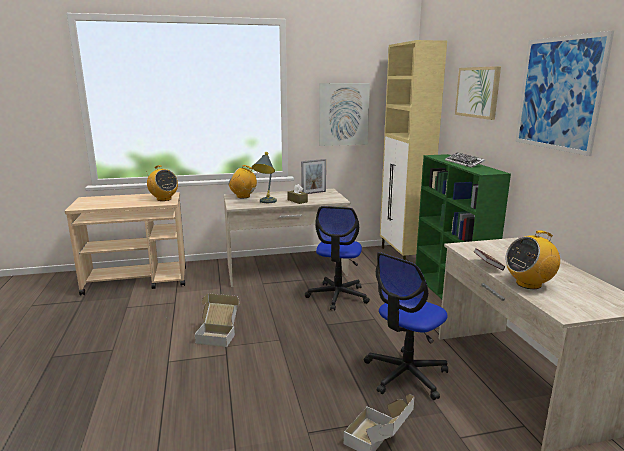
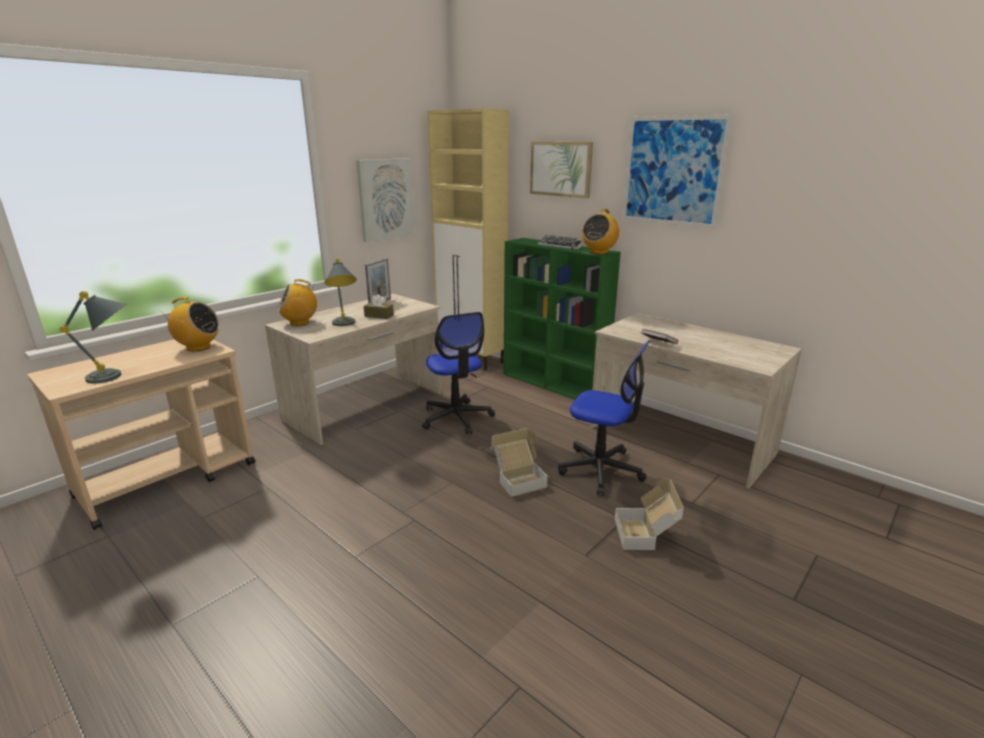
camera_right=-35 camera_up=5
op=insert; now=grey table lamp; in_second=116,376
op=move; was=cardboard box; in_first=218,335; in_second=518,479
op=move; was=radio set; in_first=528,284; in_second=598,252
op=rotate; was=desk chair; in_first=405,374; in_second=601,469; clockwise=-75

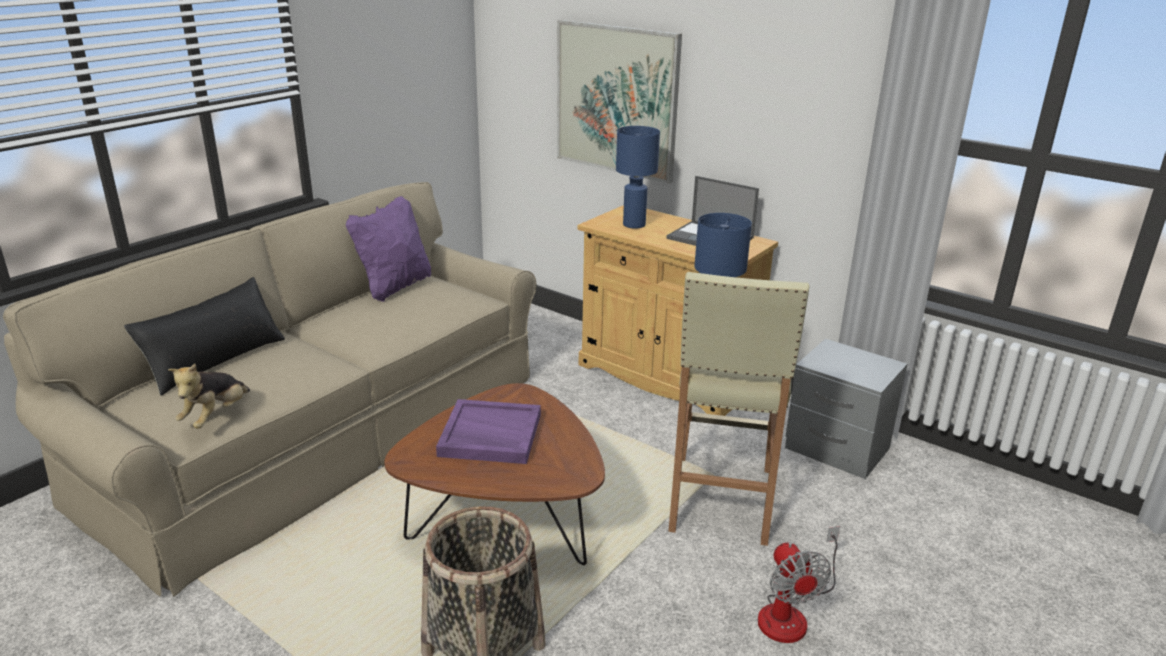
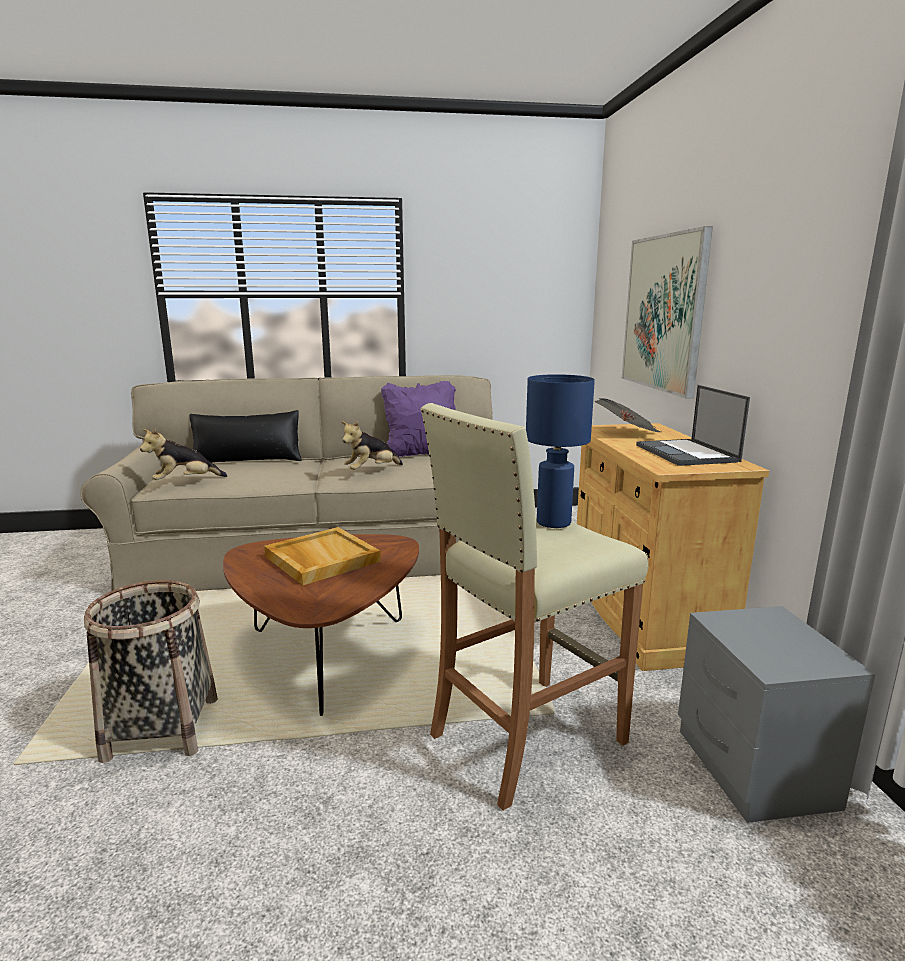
camera_right=45 camera_up=-10
op=delete; was=electric fan; in_first=791,613
op=insert; now=soft toy; in_second=371,471
op=replace; was=blue-coloured table lamp; now=printed paper; in_first=634,225; in_second=627,433
op=recolor; was=purplish carrying tray; now=beige-coloured carrying tray; in_first=489,435; in_second=321,559

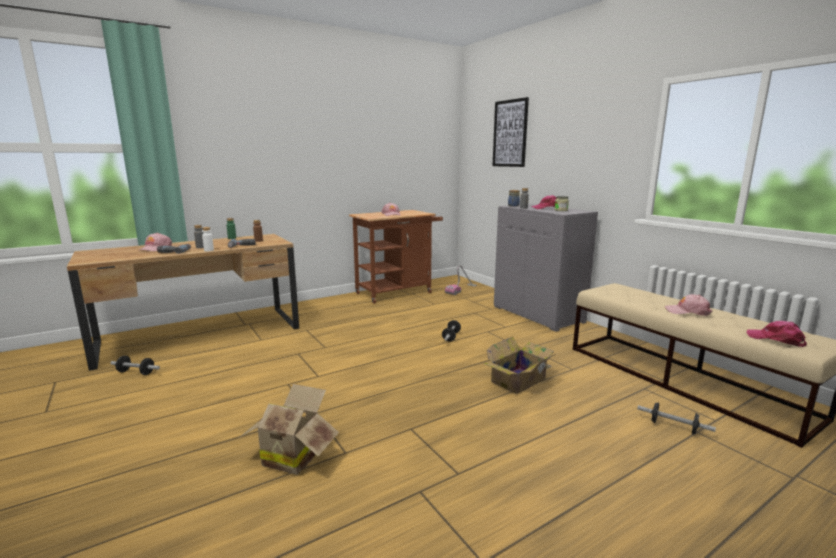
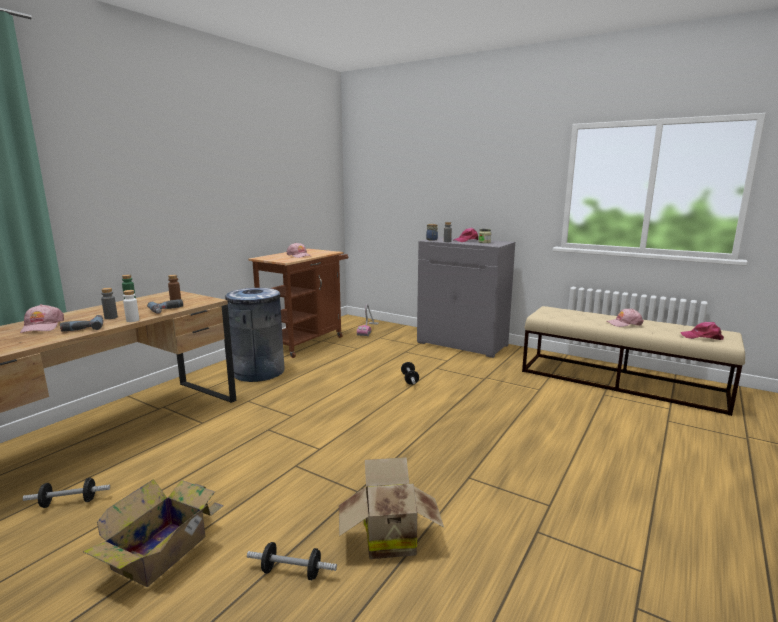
camera_right=-25 camera_up=0
op=delete; was=wall picture; in_first=510,133
op=insert; now=grey rubbish bin; in_second=258,372
op=move; was=cardboard box; in_first=520,380; in_second=164,550
op=move; was=dumbbell; in_first=673,427; in_second=292,572

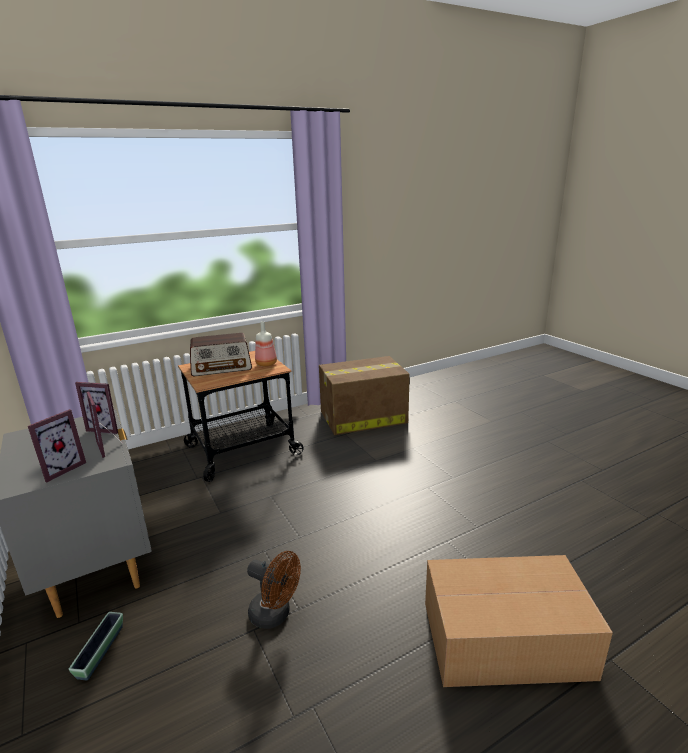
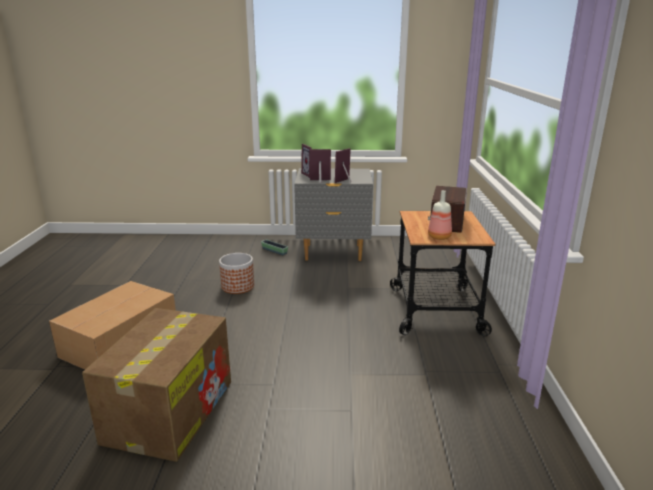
camera_right=120 camera_up=0
op=move; was=cardboard box; in_first=362,417; in_second=170,410
op=replace; was=brownish electric fan; now=plant pot; in_first=275,615; in_second=238,286

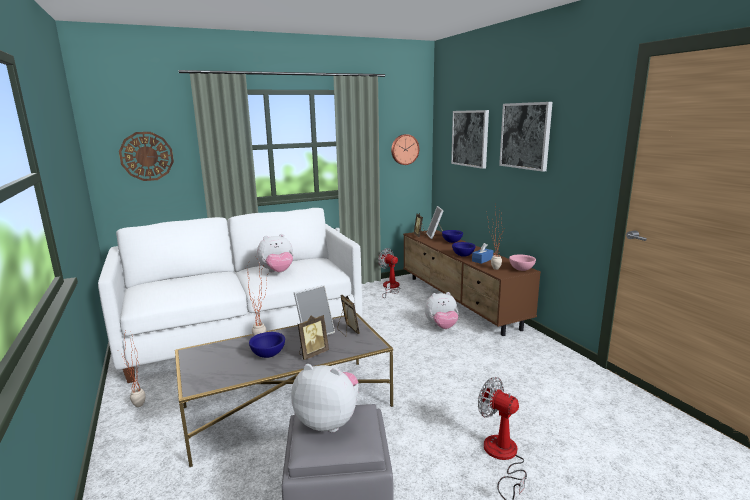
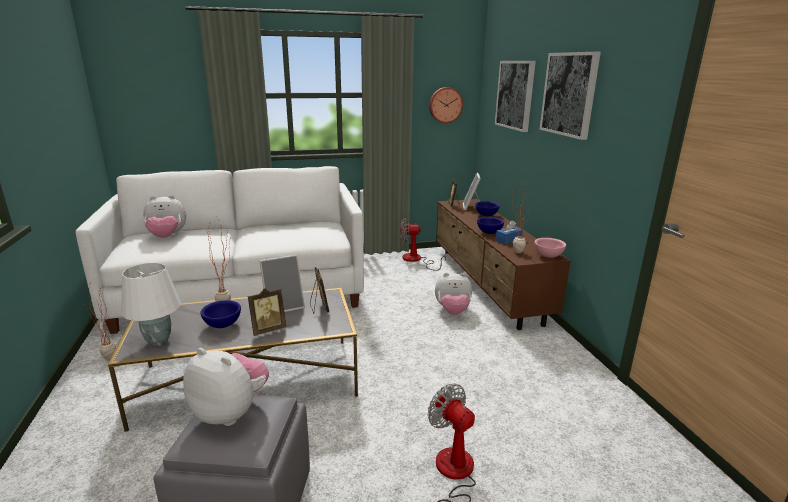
camera_right=10 camera_up=5
op=delete; was=clock on the wall; in_first=146,156
op=insert; now=whitish table lamp; in_second=158,342
op=move; was=soft toy; in_first=277,272; in_second=167,237
op=rotate; was=electric fan; in_first=390,287; in_second=416,260; clockwise=-60

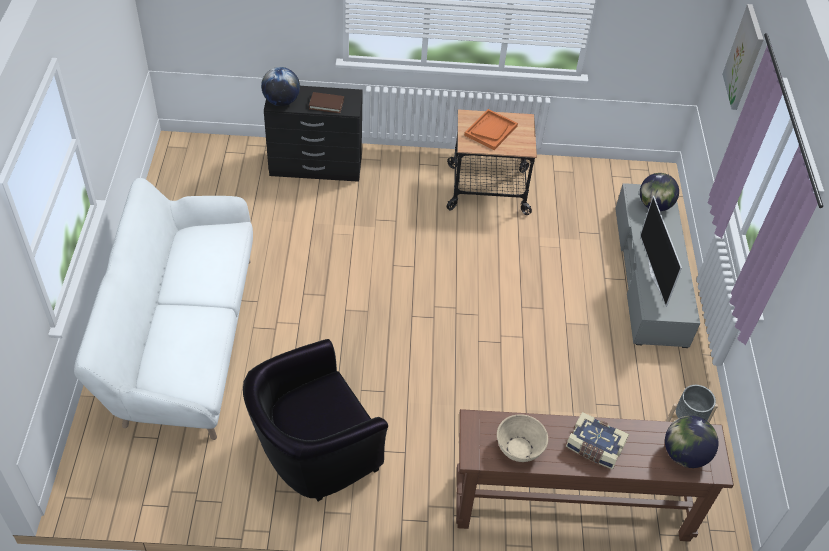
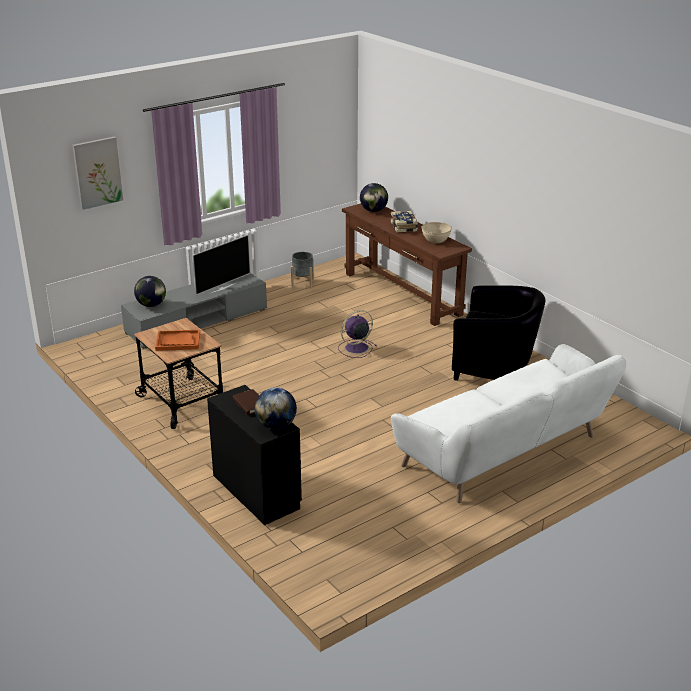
camera_right=-125 camera_up=-20
op=insert; now=purplish electric fan; in_second=355,348

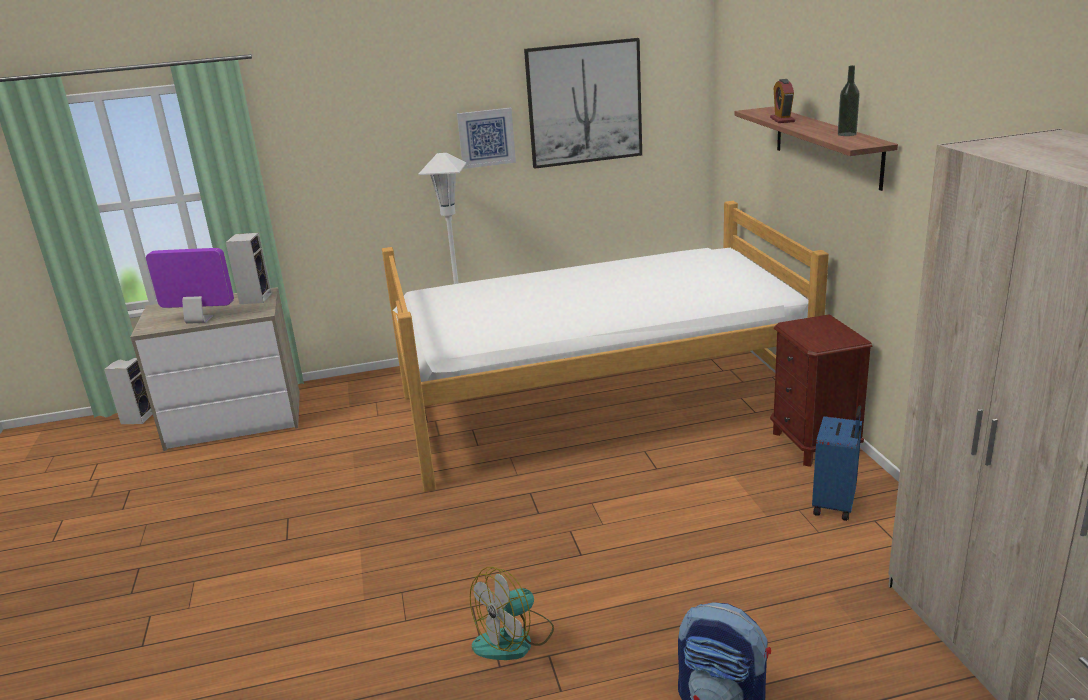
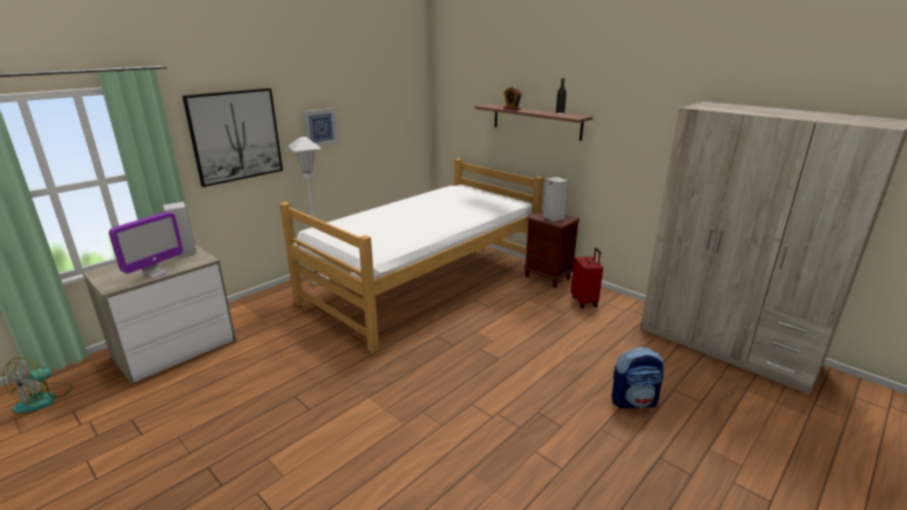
camera_right=-35 camera_up=0
op=move; was=speaker; in_first=138,417; in_second=552,217
op=move; was=electric fan; in_first=514,639; in_second=44,399
op=move; was=wall picture; in_first=584,103; in_second=236,136
op=recolor; was=blue-coloured travel case; now=red-coloured travel case; in_first=835,505; in_second=584,301
op=rotate; was=computer display; in_first=199,320; in_second=155,273; clockwise=150

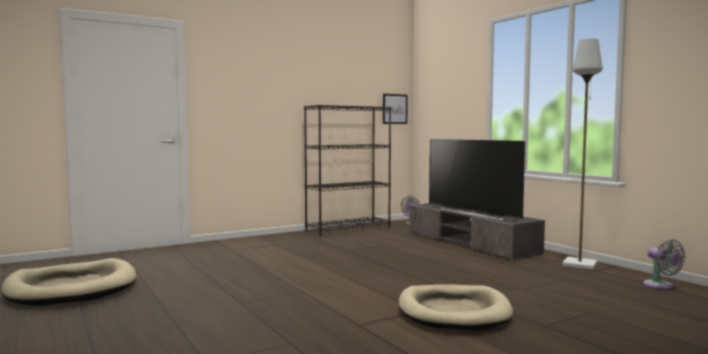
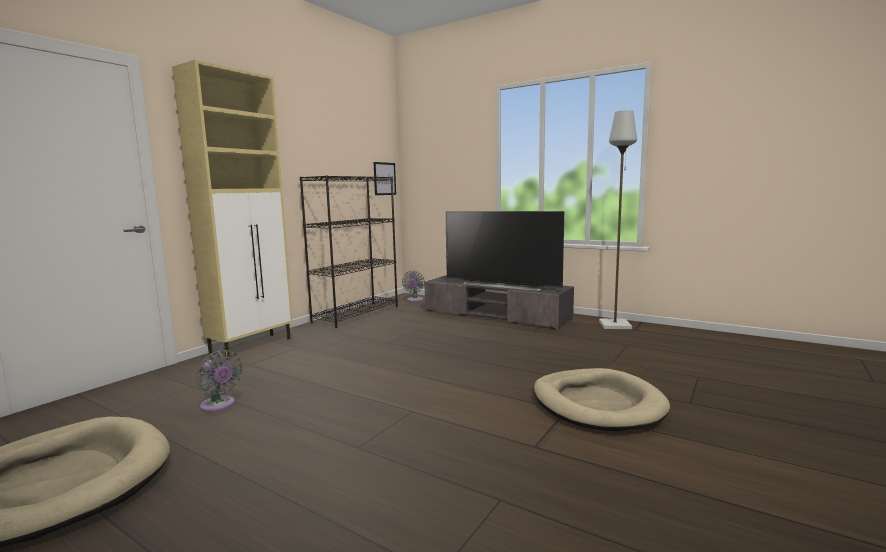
camera_right=-25 camera_up=5
op=insert; now=beige-coloured storage cabinet; in_second=252,346
op=move; was=grey electric fan; in_first=660,286; in_second=219,405

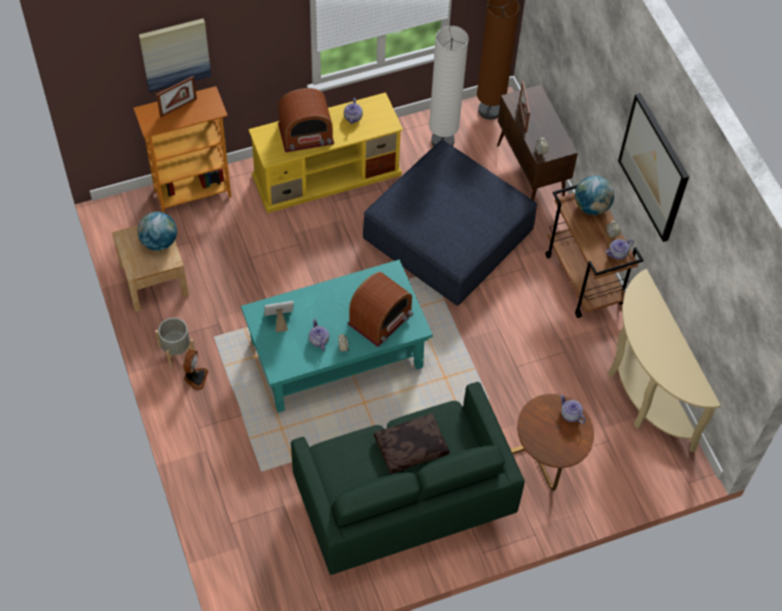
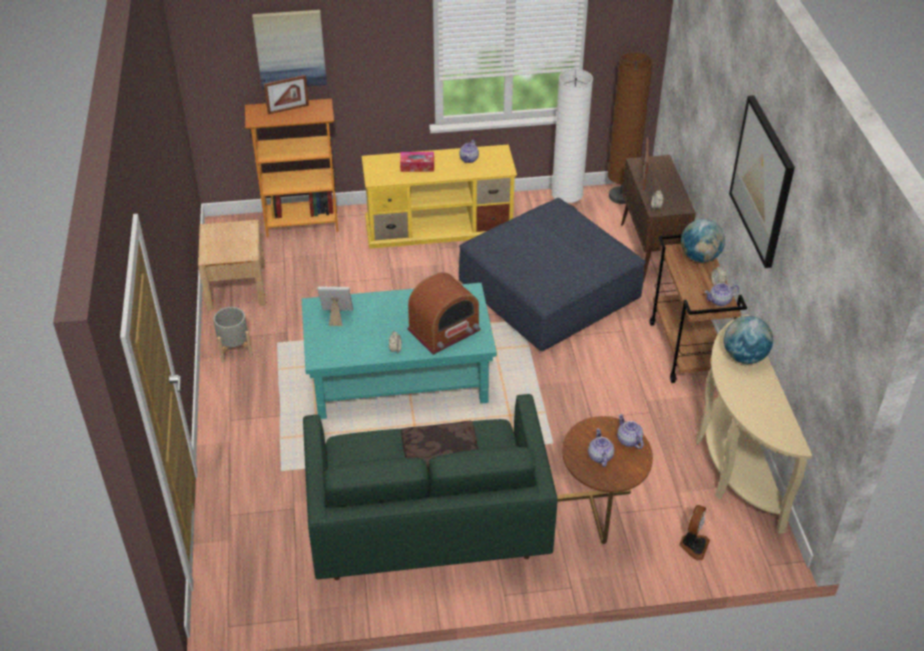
camera_right=15 camera_up=-15
op=move; was=world globe; in_first=159,242; in_second=744,356
op=move; was=electric fan; in_first=195,377; in_second=693,545
op=move; was=pot for tea; in_first=318,340; in_second=599,456
op=replace; was=radio set; now=box of tissues; in_first=306,134; in_second=417,166

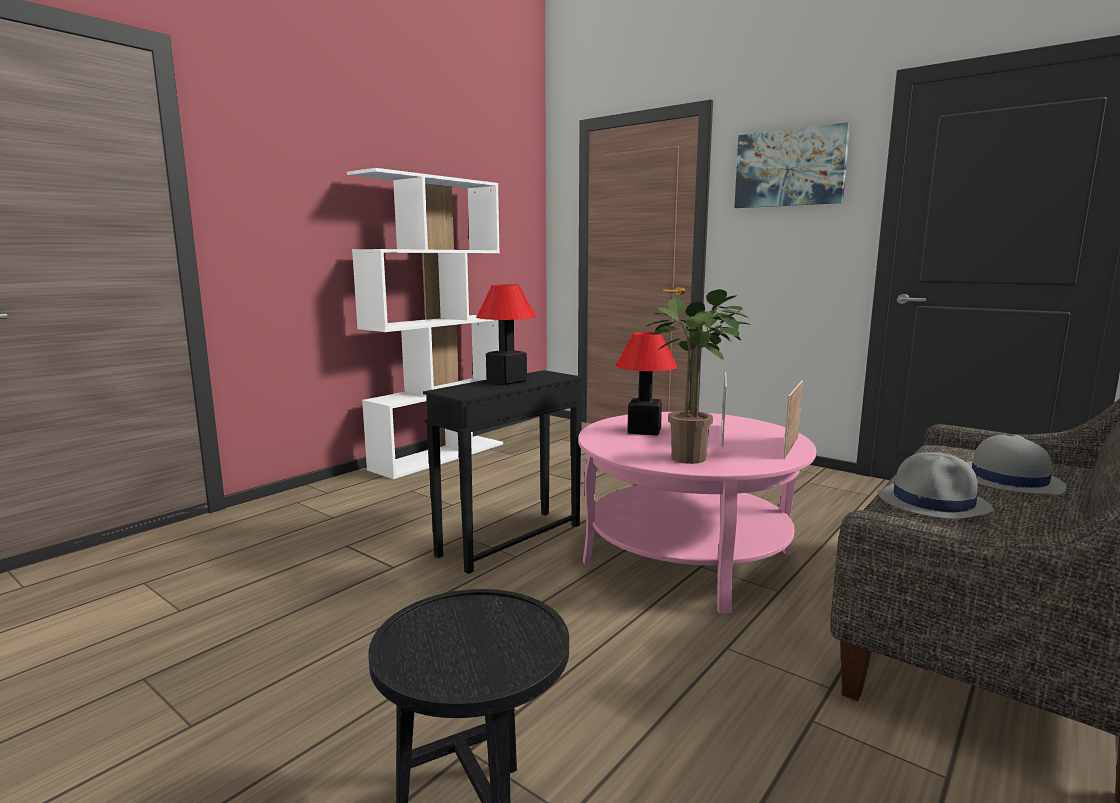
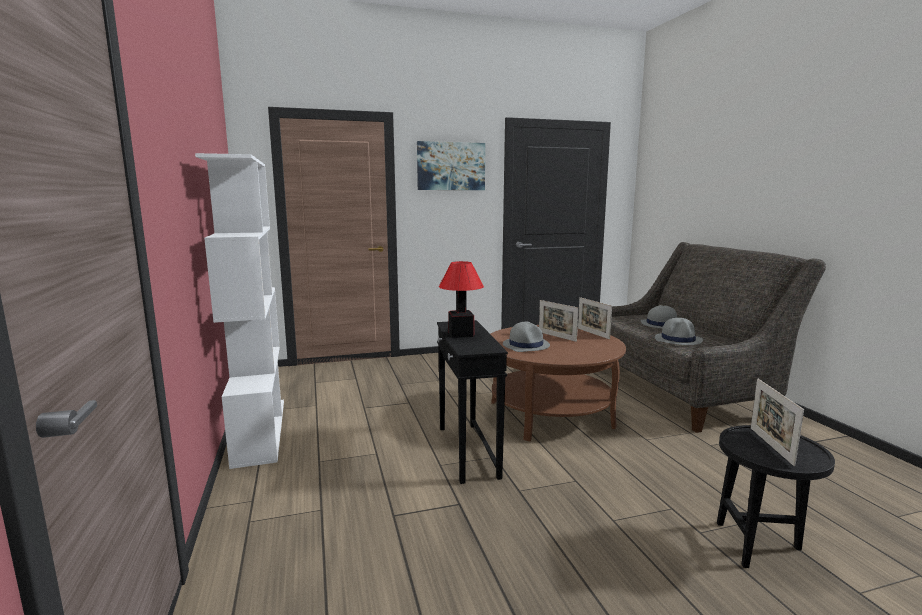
camera_right=-55 camera_up=0
op=delete; was=houseplant; in_first=695,459
op=insert; now=standing frame; in_second=771,446
op=replace; was=table lamp; now=grey hat; in_first=644,430; in_second=526,345
op=recolor; was=pink-coloured lounge table; now=brownish lounge table; in_first=687,558; in_second=550,414

